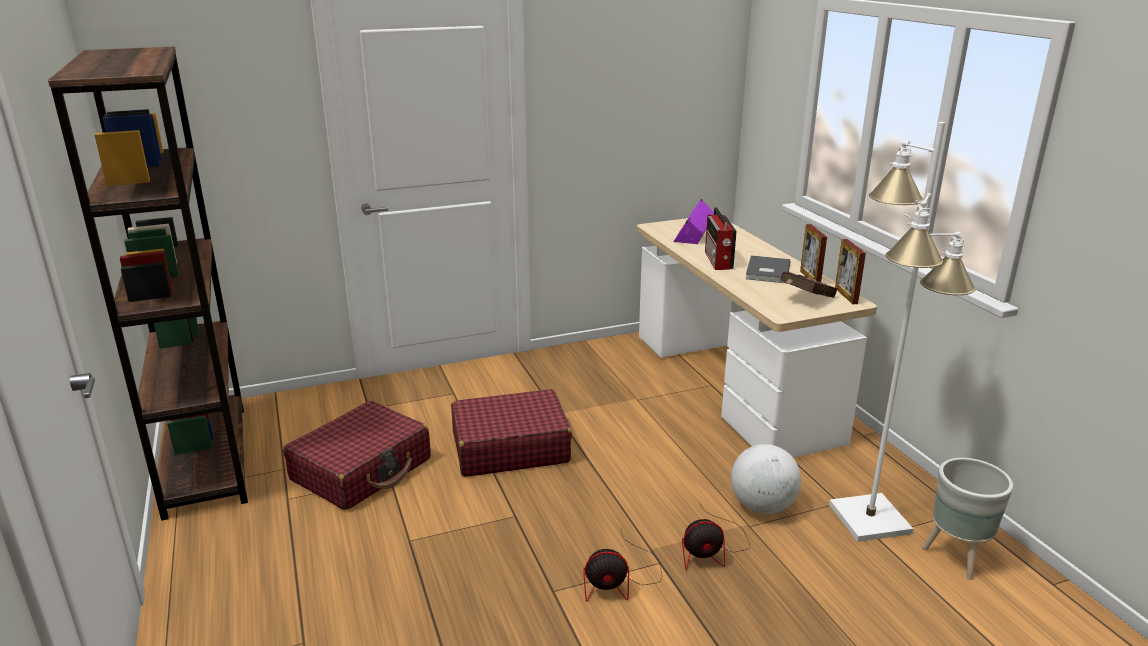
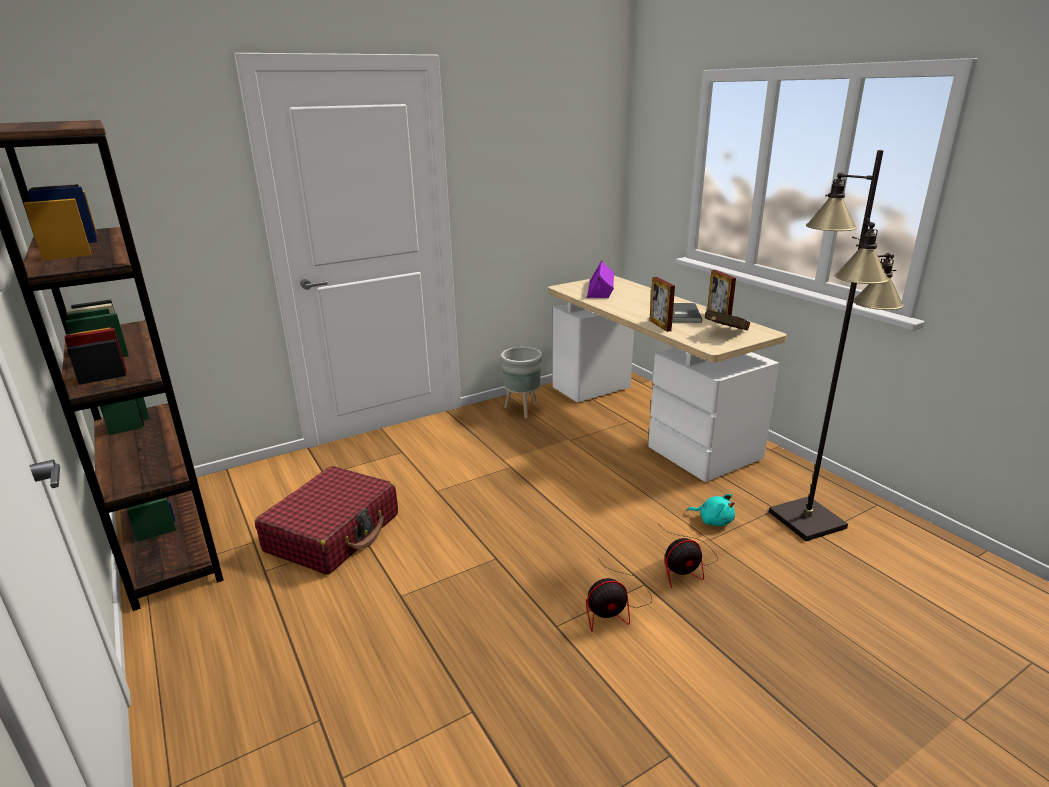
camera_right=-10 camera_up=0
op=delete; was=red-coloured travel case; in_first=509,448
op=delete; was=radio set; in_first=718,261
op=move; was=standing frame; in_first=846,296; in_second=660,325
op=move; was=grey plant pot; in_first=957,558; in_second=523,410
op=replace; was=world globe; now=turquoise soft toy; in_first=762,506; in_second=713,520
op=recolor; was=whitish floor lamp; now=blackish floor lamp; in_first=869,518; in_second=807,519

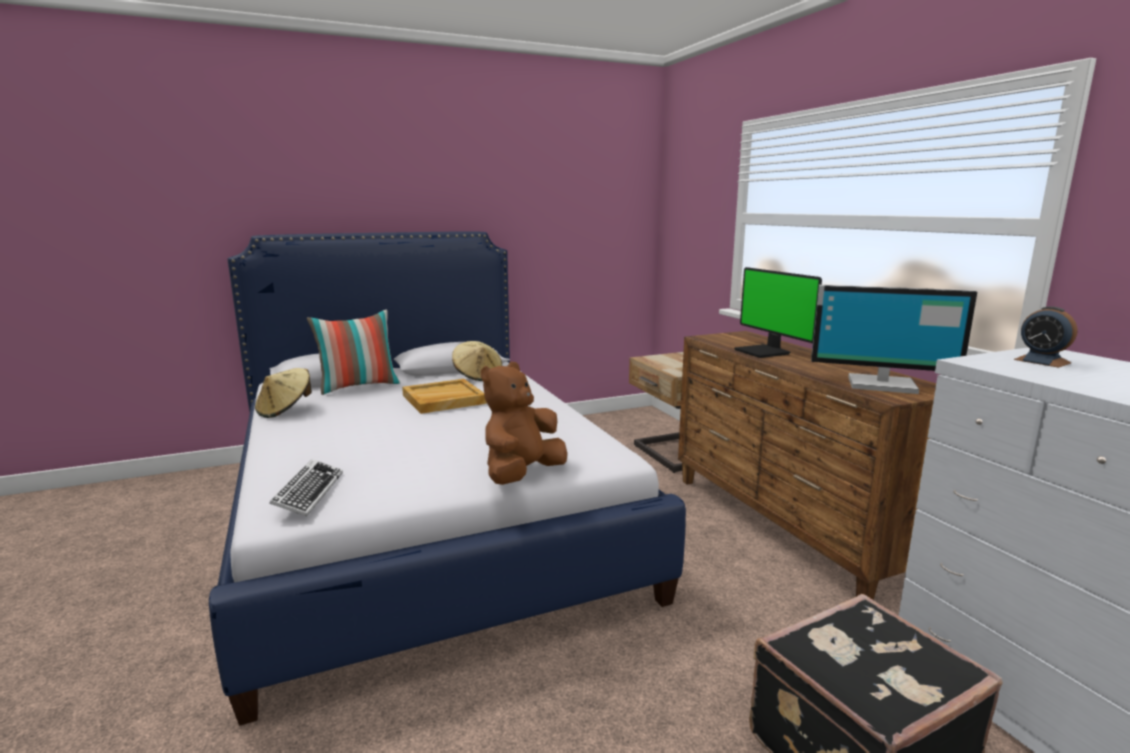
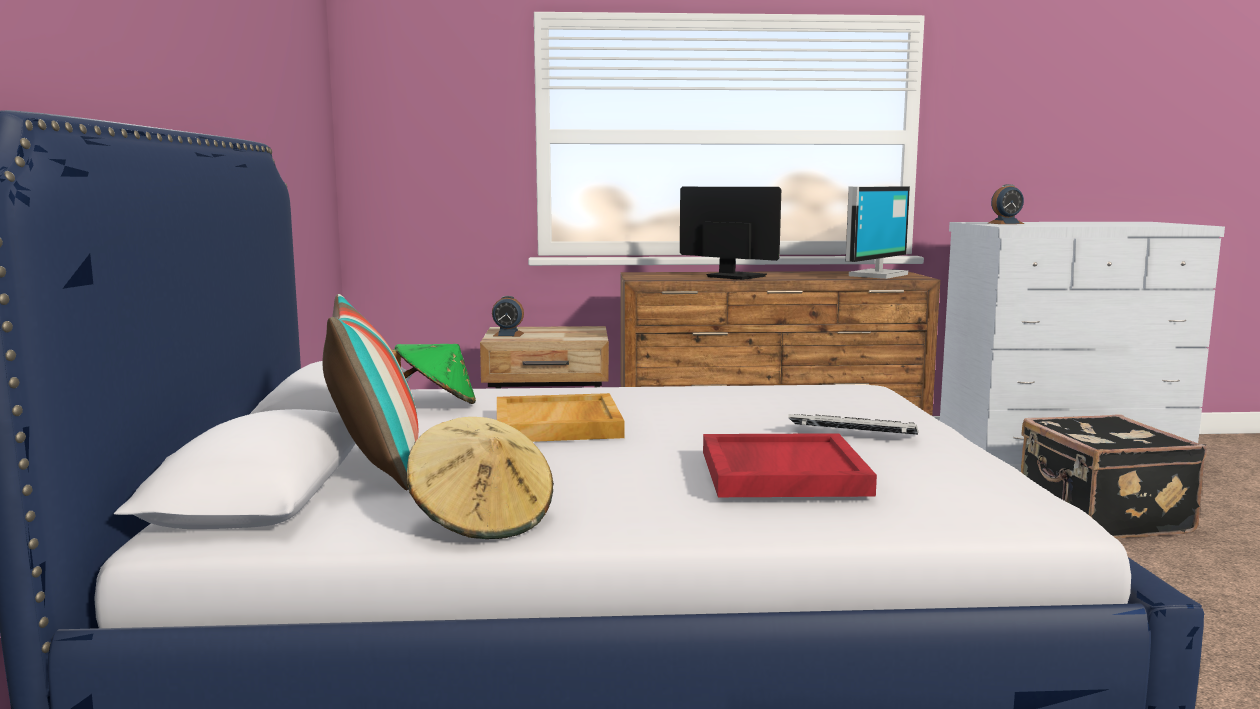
camera_right=-70 camera_up=-5
op=delete; was=brownish soft toy; in_first=522,475
op=insert; now=alarm clock; in_second=508,334
op=insert; now=red-coloured carrying tray; in_second=781,472
op=move; was=keyboard; in_first=309,493; in_second=852,434
op=recolor; was=beige-coloured hat; now=greenish hat; in_first=477,376; in_second=436,404
op=rotate; was=computer display; in_first=764,352; in_second=734,277; clockwise=-135

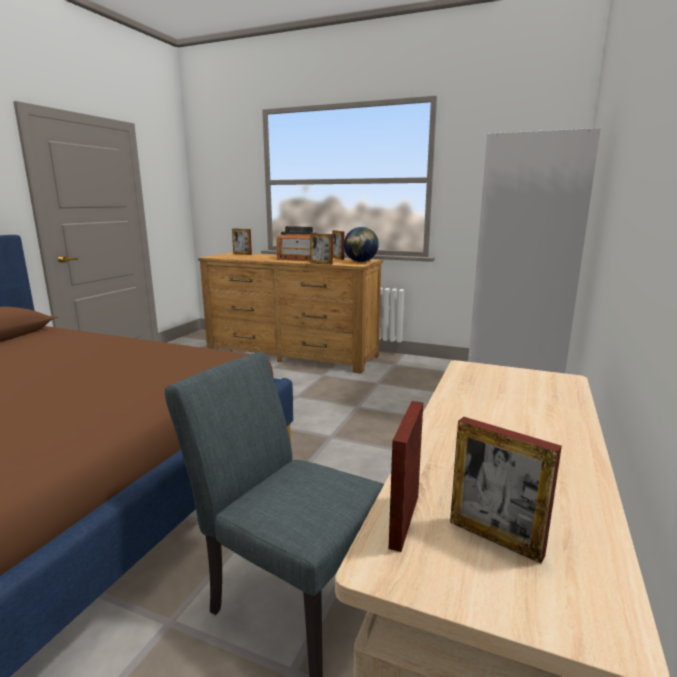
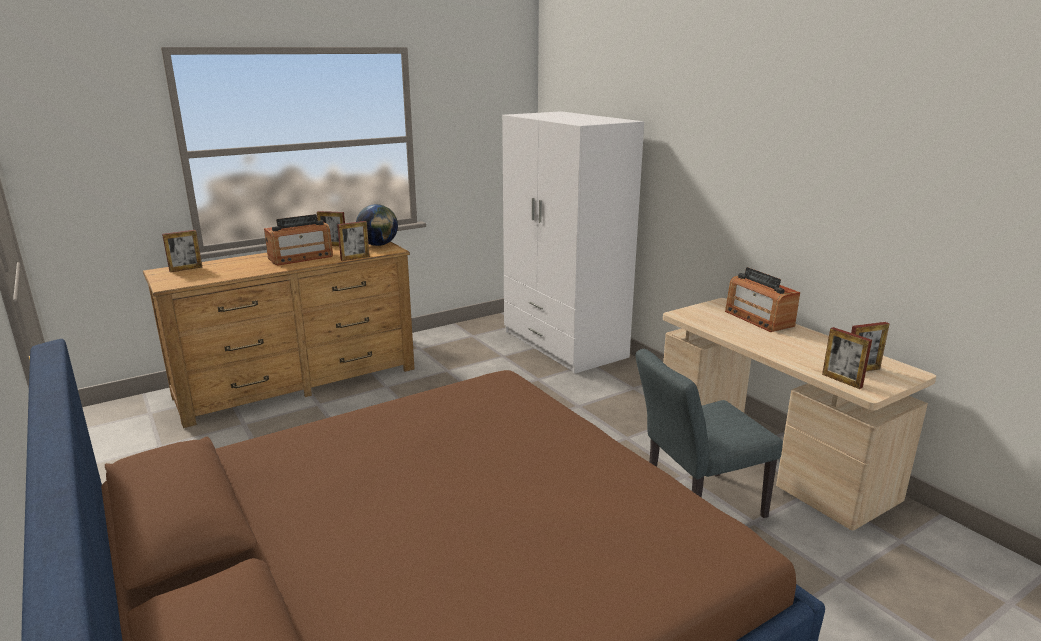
camera_right=-55 camera_up=5
op=insert; now=radio set; in_second=758,318

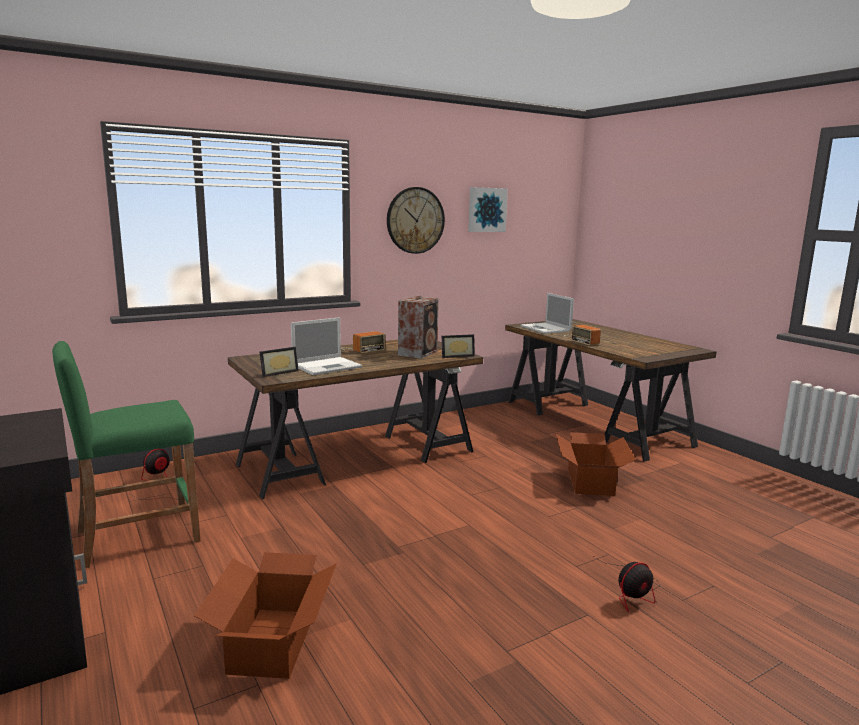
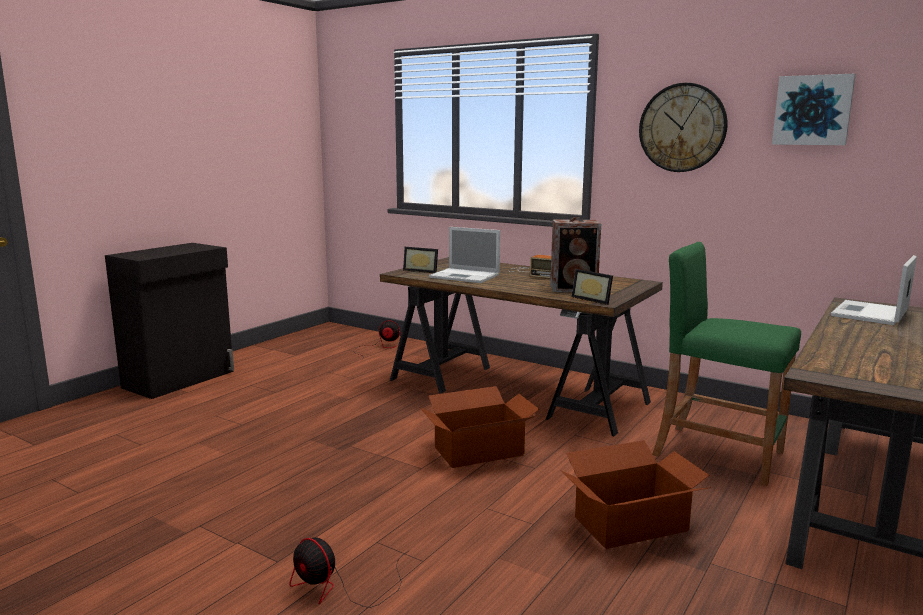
camera_right=65 camera_up=0
op=delete; was=radio set; in_first=582,339
op=move; was=greenish stool seat; in_first=138,536; in_second=718,453
op=move; was=cardboard box; in_first=271,642; in_second=478,451

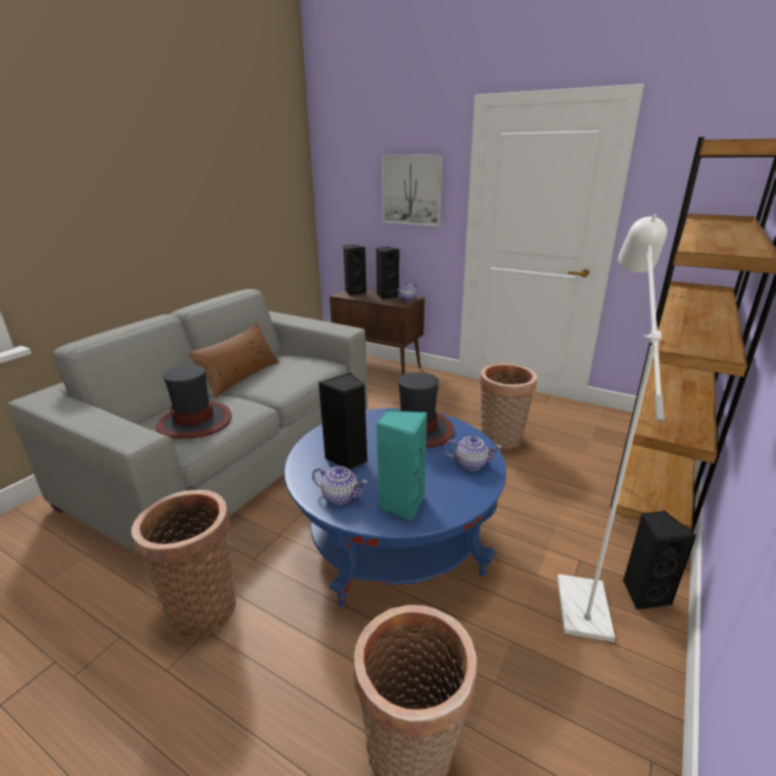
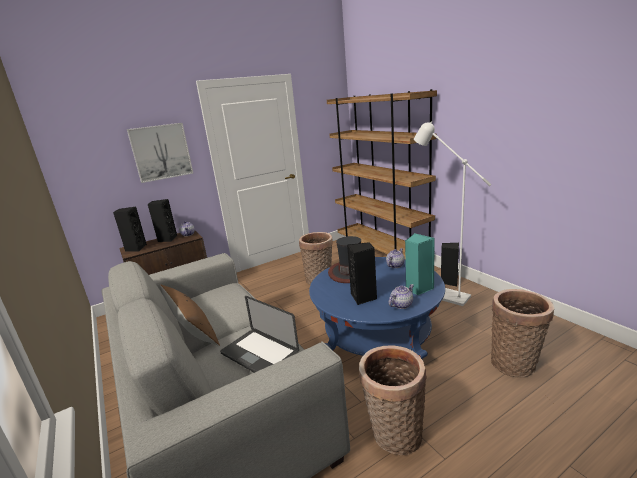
camera_right=-60 camera_up=-5
op=replace; was=hat; now=notebook computer; in_first=195,422; in_second=259,354

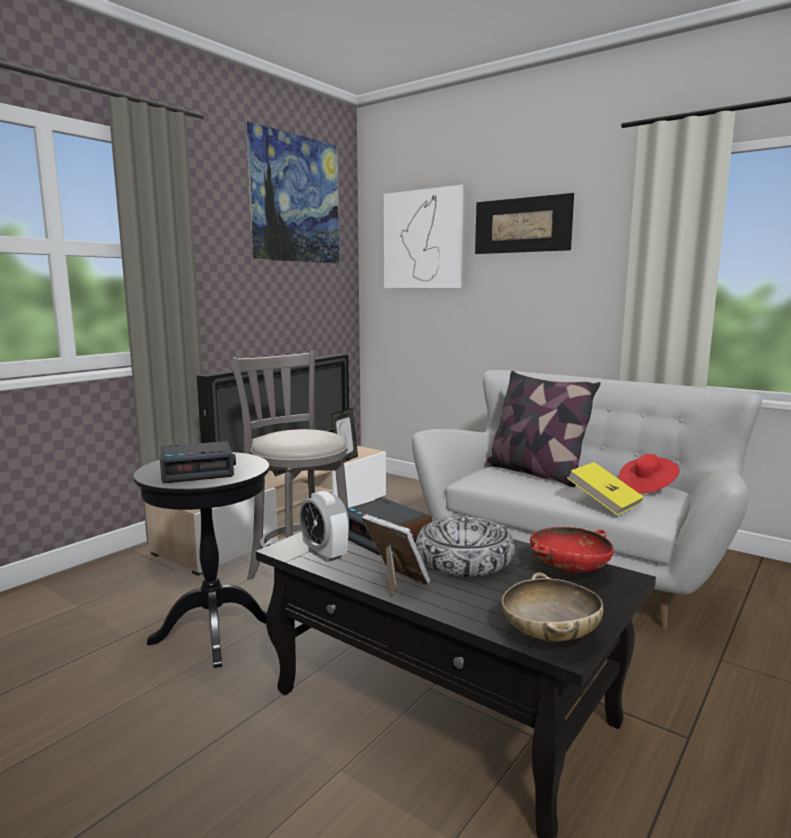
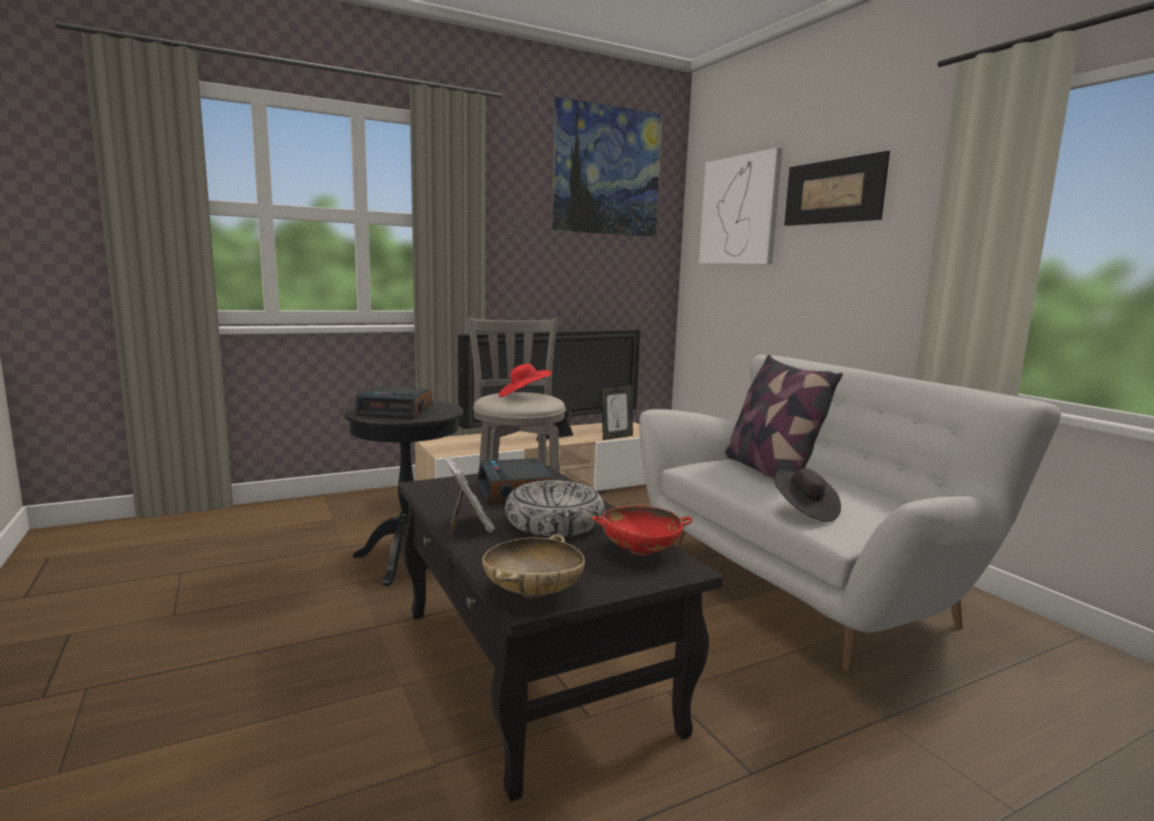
camera_right=25 camera_up=0
op=delete; was=alarm clock; in_first=324,554
op=move; was=red-coloured hat; in_first=646,487; in_second=523,396
op=replace; was=yellow-coloured bound book; now=blackish hat; in_first=604,503; in_second=804,510

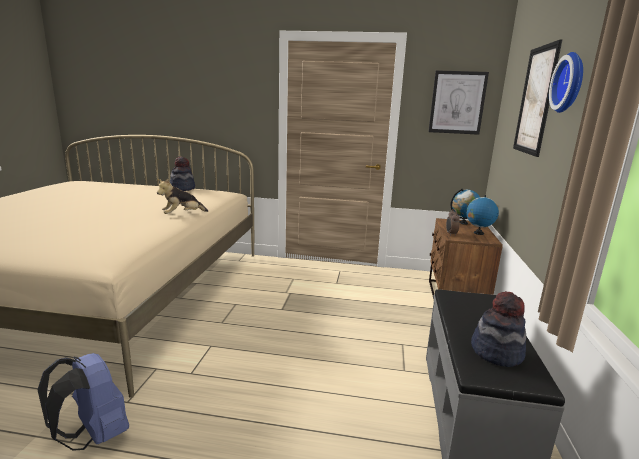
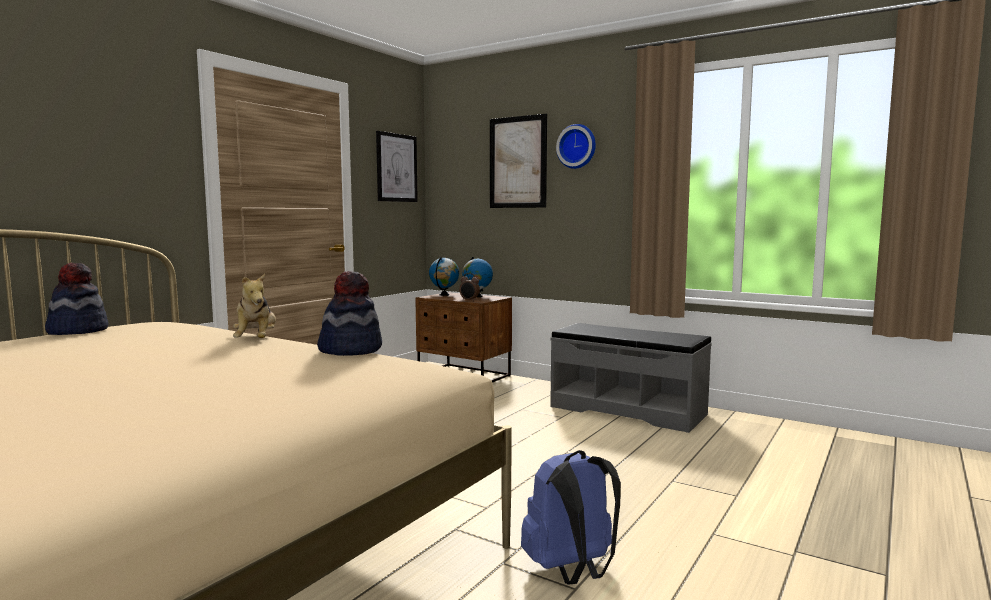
camera_right=-65 camera_up=-10
op=move; was=hat; in_first=496,352; in_second=350,350

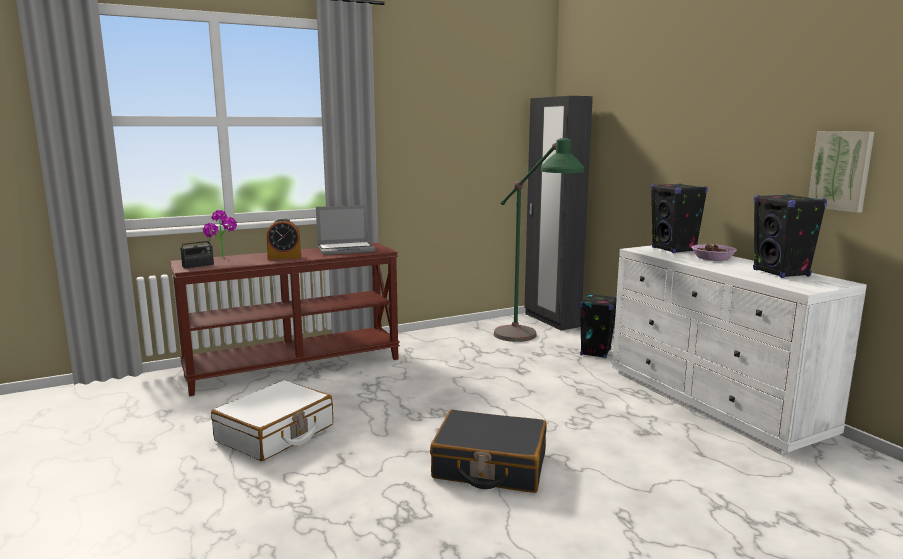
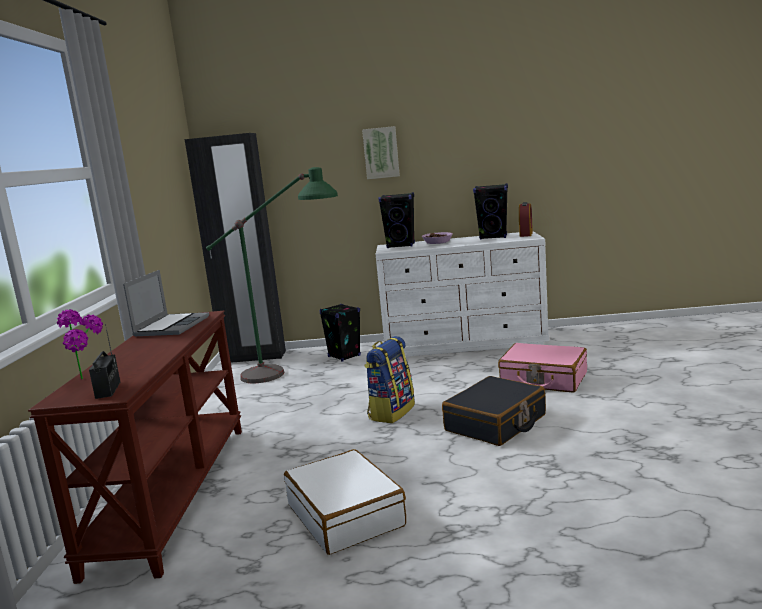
camera_right=-60 camera_up=0
op=insert; now=rucksack; in_second=391,412
op=insert; now=pink-coloured travel case; in_second=543,379
op=move; was=alarm clock; in_first=284,257; in_second=526,234
op=move; was=wall picture; in_first=841,170; in_second=381,153

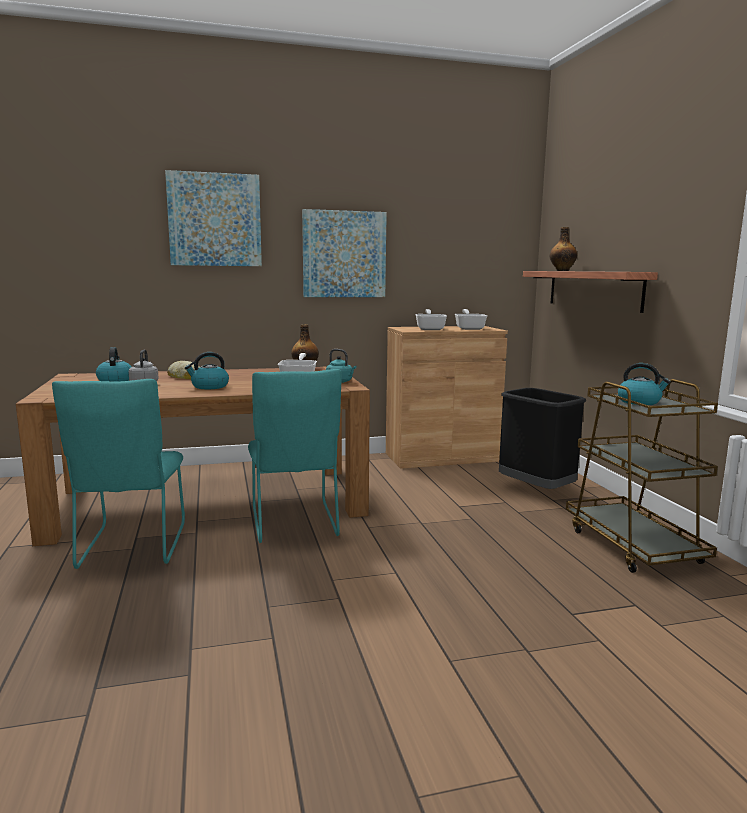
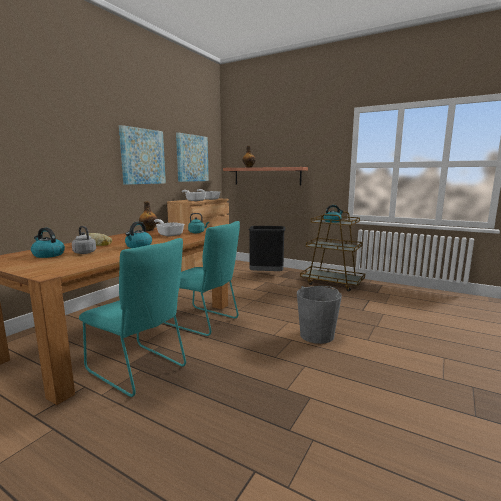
camera_right=-45 camera_up=0
op=insert; now=grey pail; in_second=317,335
op=move; was=wall picture; in_first=215,220; in_second=192,158

